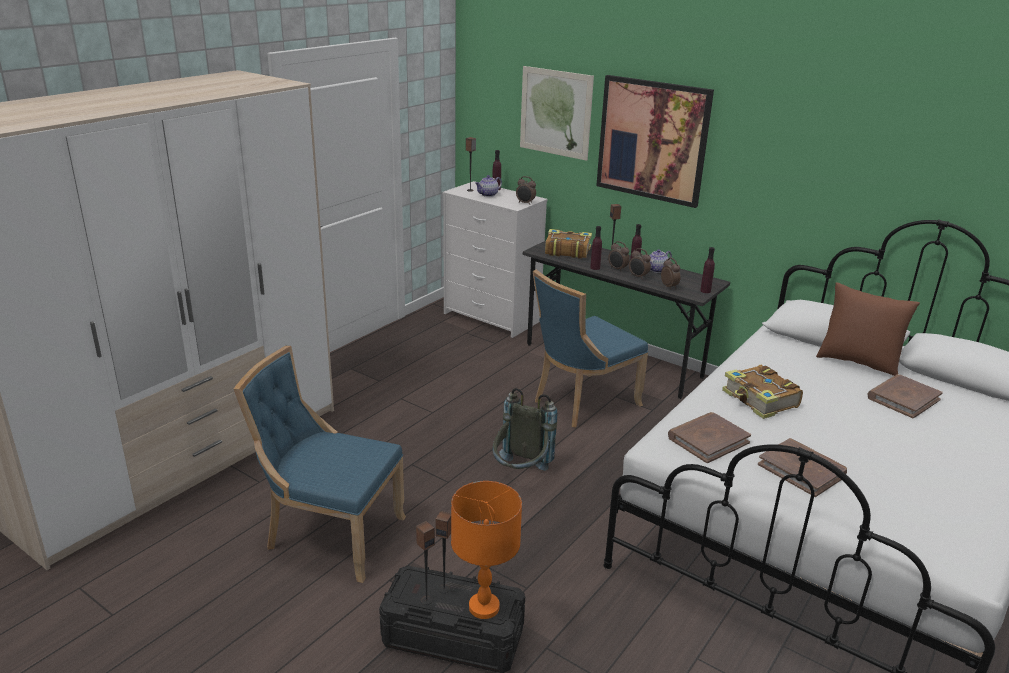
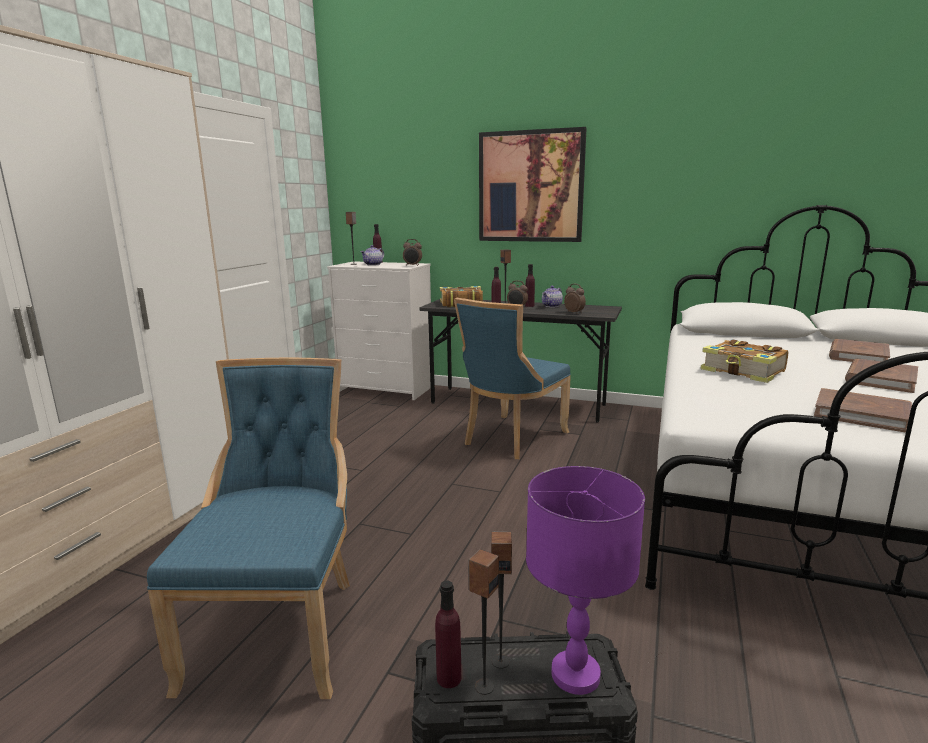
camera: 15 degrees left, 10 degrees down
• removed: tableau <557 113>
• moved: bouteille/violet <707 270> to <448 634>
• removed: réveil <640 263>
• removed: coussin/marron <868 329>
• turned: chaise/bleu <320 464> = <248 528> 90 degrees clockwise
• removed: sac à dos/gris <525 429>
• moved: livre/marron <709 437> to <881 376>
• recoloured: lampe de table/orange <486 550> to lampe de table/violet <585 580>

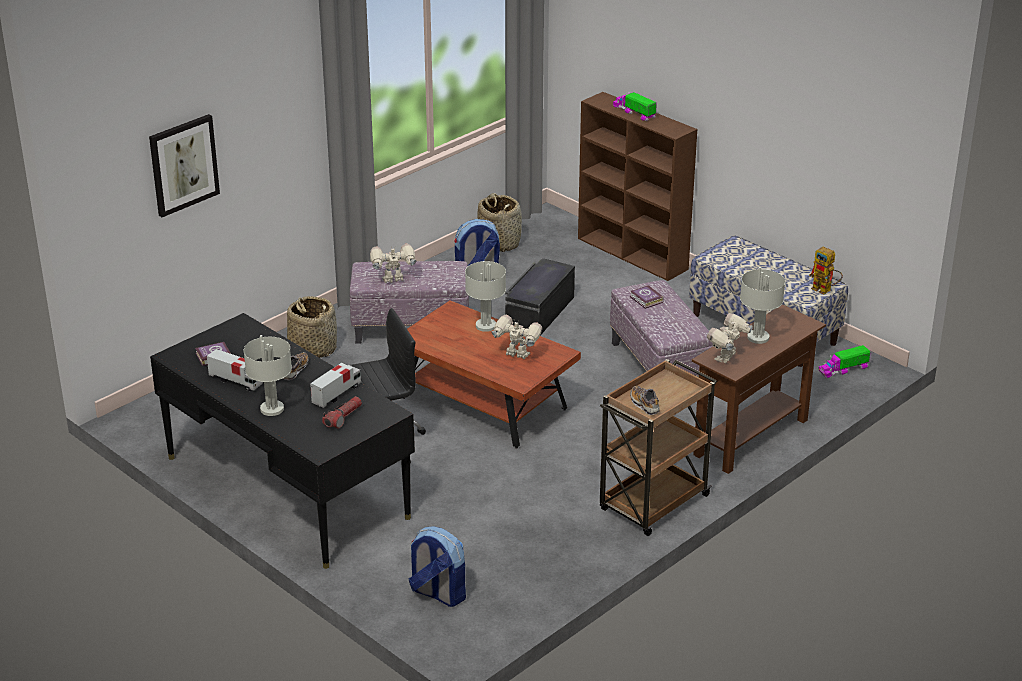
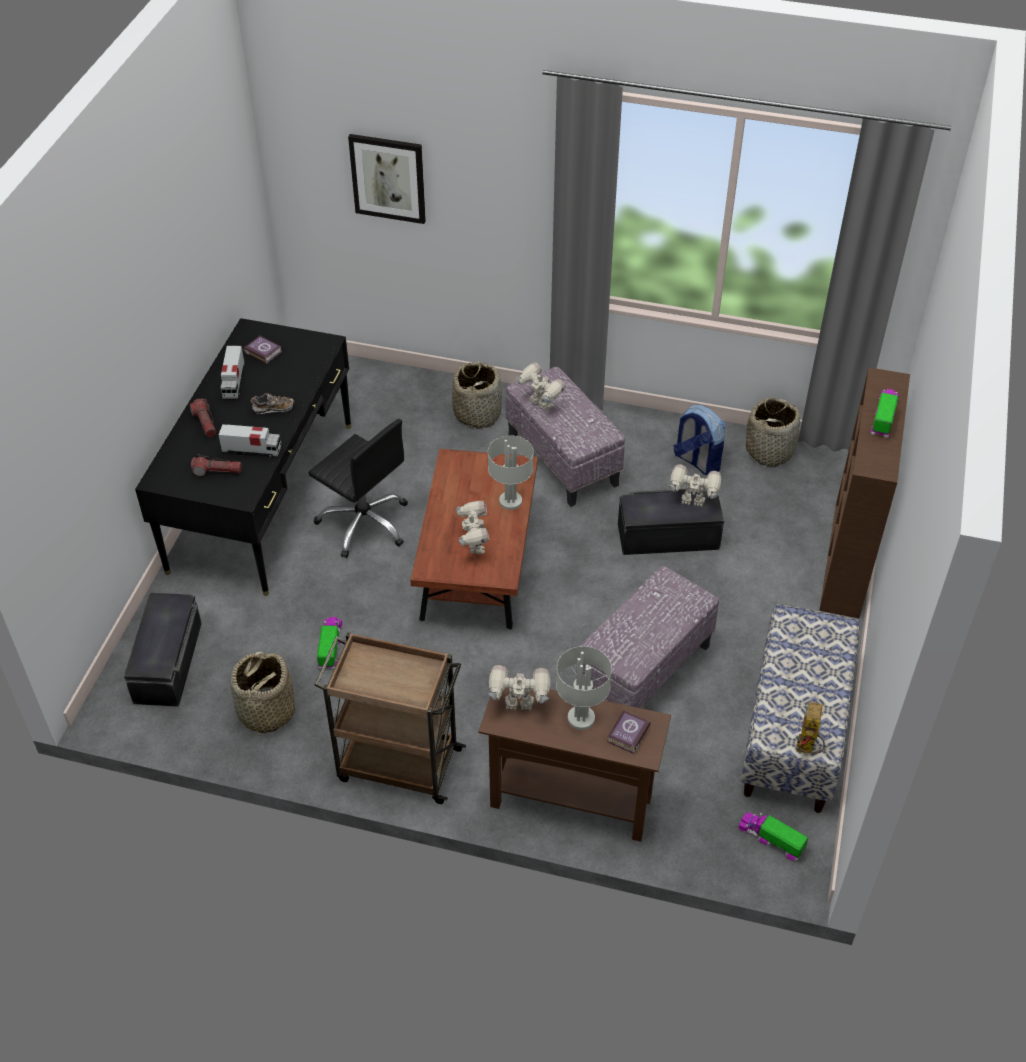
camera: 60 degrees right, 15 degrees up
• moved: livre <647 297> to <629 732>
• replaced: lampe de table/gris <268 375> to lampe de poche <202 417>
• removed: chaussure <645 400>
• replaced: sac à dos <437 566> to boîte de rangement/noir <163 650>
• added: robot jouet <695 485>
• added: camion jouet <330 643>
• added: panier <262 694>

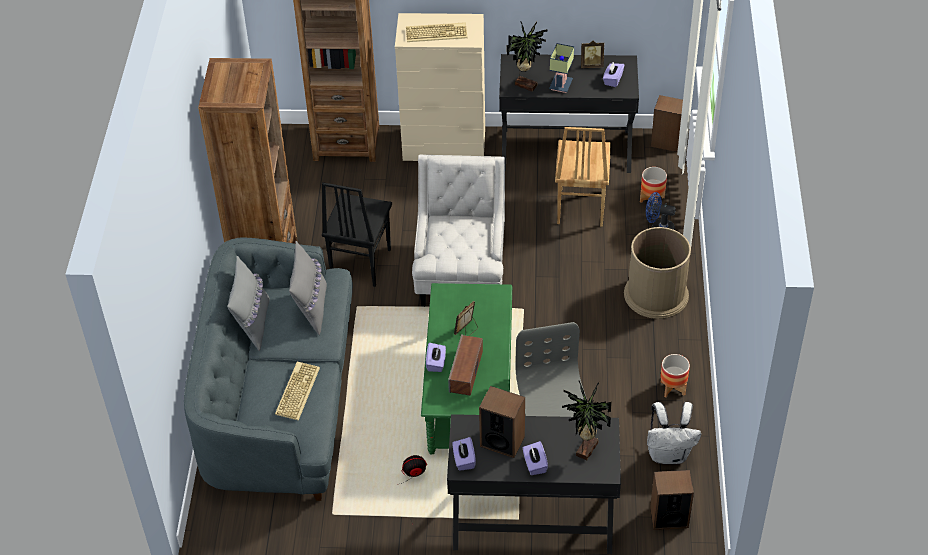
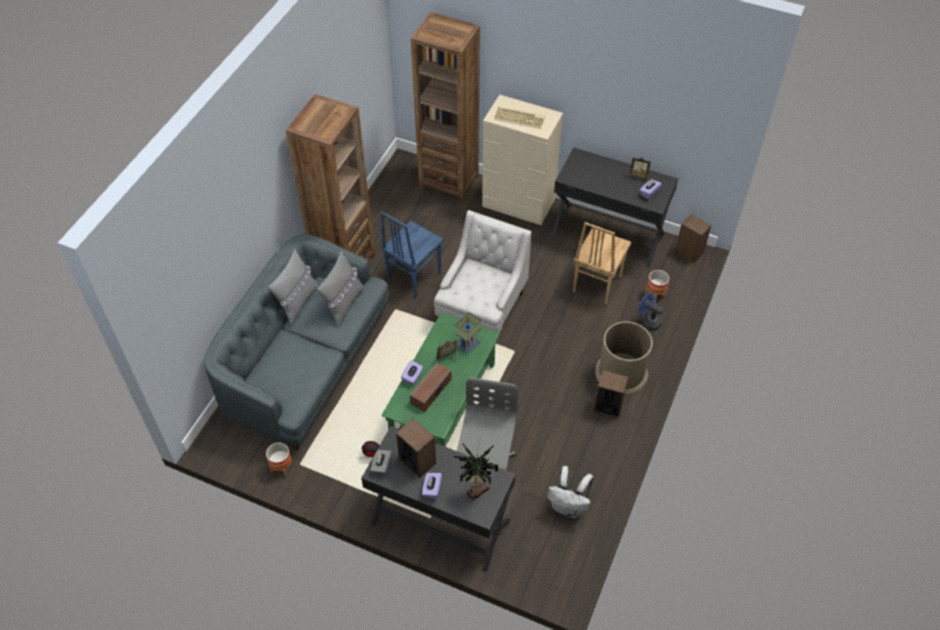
camera: 20 degrees right, 5 degrees up
• removed: plante en pot <527 57>
• moved: lampe de table <561 68> to <468 333>
• recoloured: chaise/noir <357 234> to chaise/bleu <412 255>
• moved: cache-pot <675 376> to <279 460>
• removed: clavier <297 391>
• recoloured: boîte à mouchoirs/violet <464 454> to boîte à mouchoirs/gris <381 463>
• moved: enceinte <672 500> to <611 394>

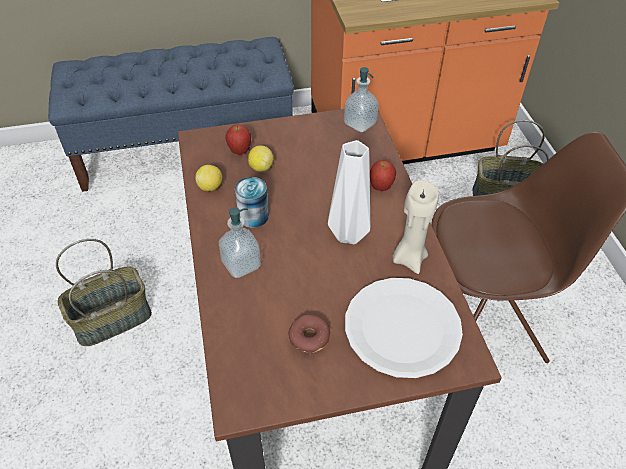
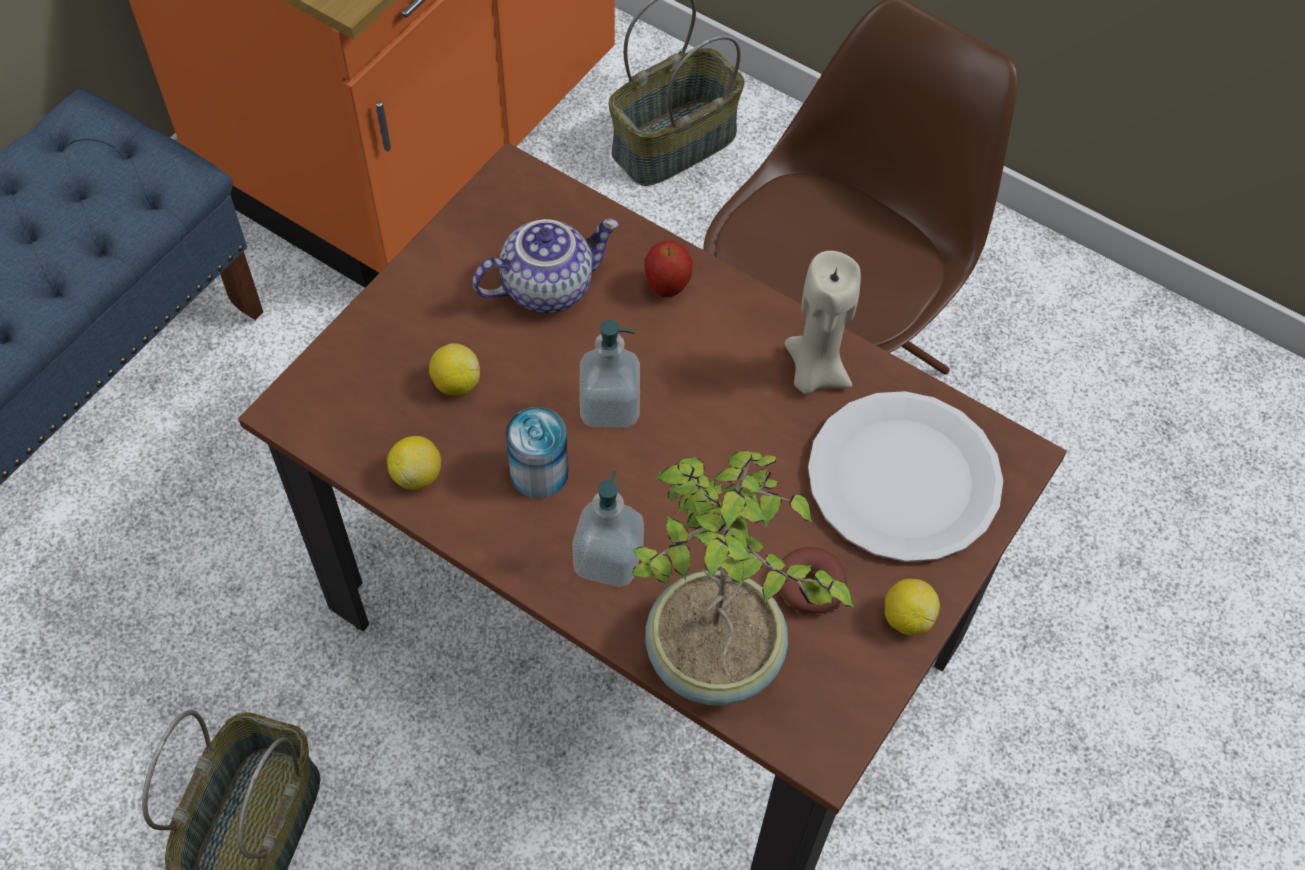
camera: 45 degrees left, 10 degrees up
• moved: distributeur de savon <361 100> to <609 373>
• removed: pomme <238 140>
• removed: vase/blanc <349 192>
• added: théière <545 265>
• added: plante en pot <742 578>
• added: citron <912 607>

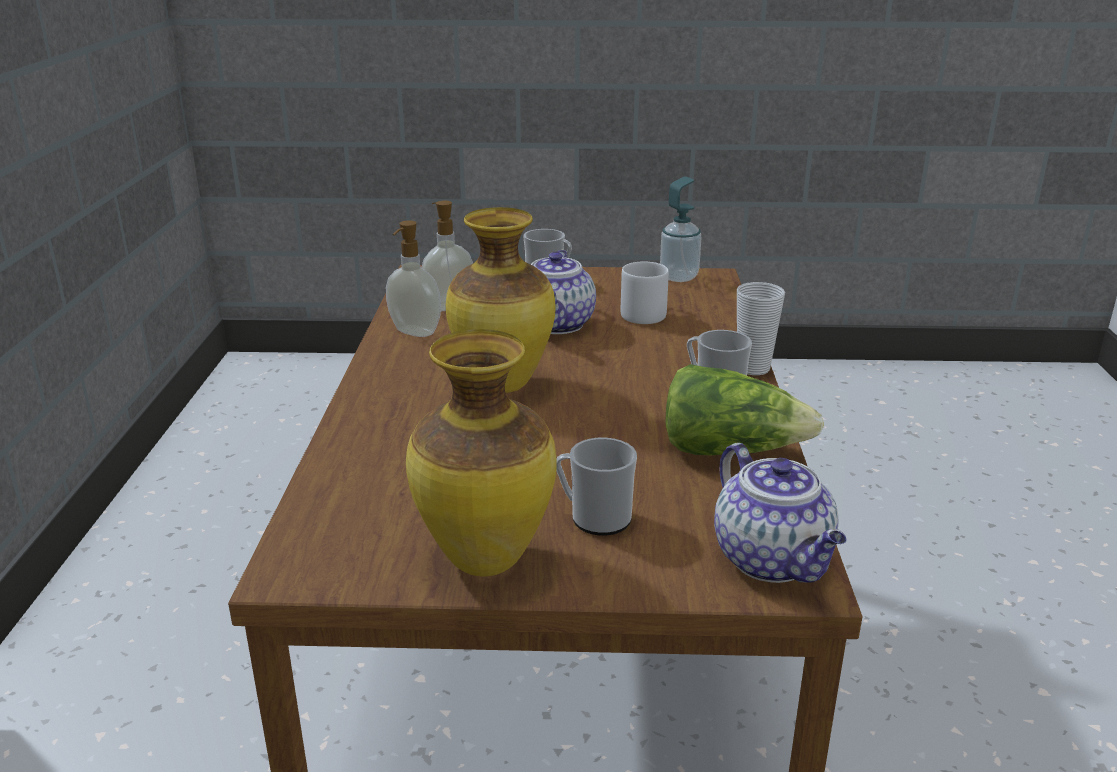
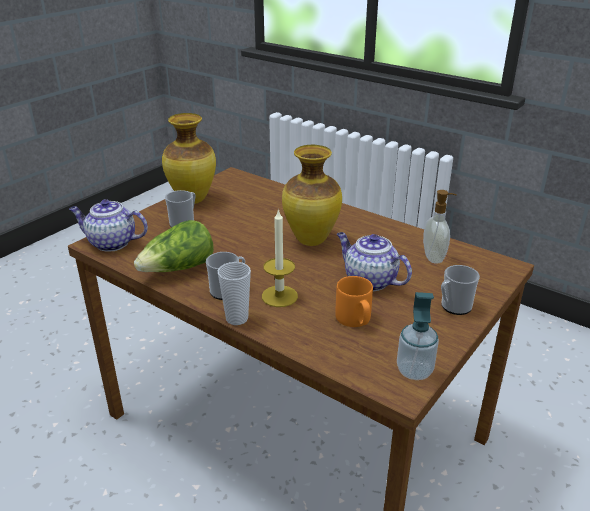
camera: 125 degrees right, 5 degrees up
• removed: distributeur de savon <413 279>
• recoloured: mug/gris <645 293> to mug/orange <354 301>
• added: bougie <280 258>

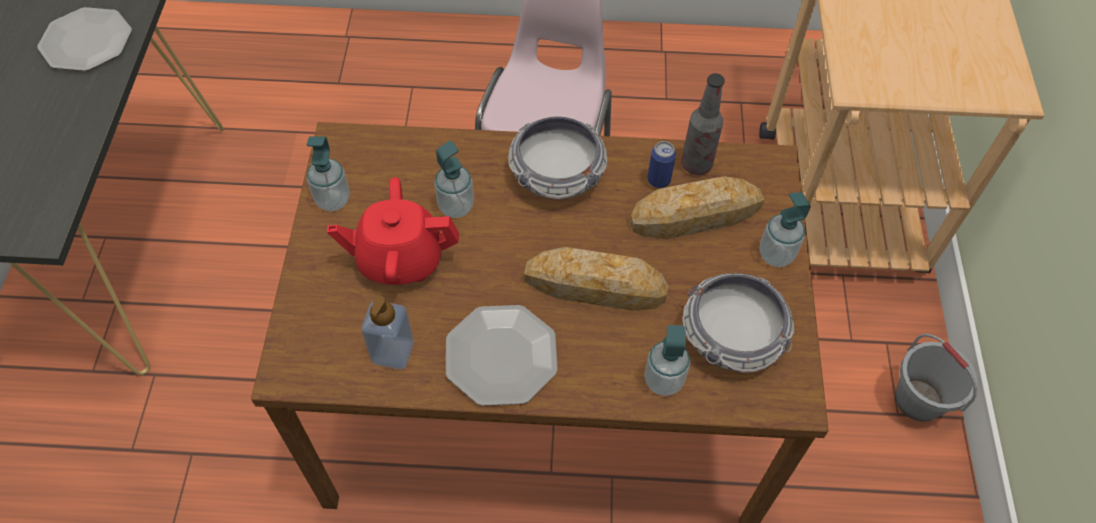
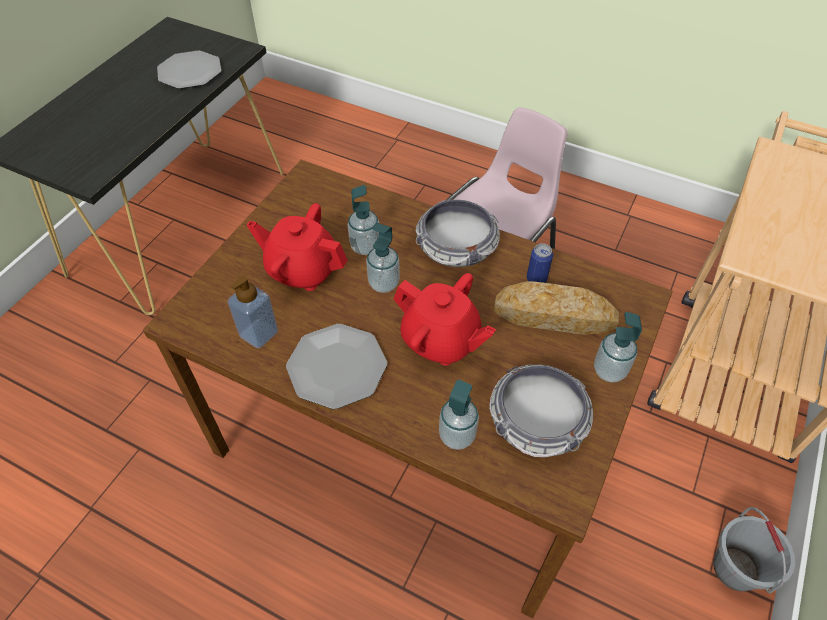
camera: 25 degrees right, 5 degrees down
• removed: bouteille <703 124>
• moved: distributeur de savon <328 173> to <383 258>
• replaced: pain <596 279> to théière/rouge <444 319>

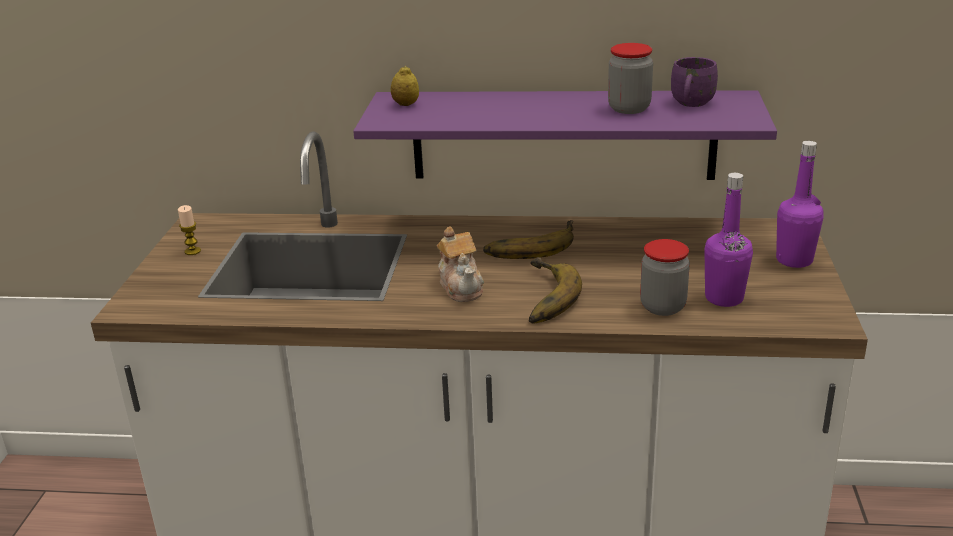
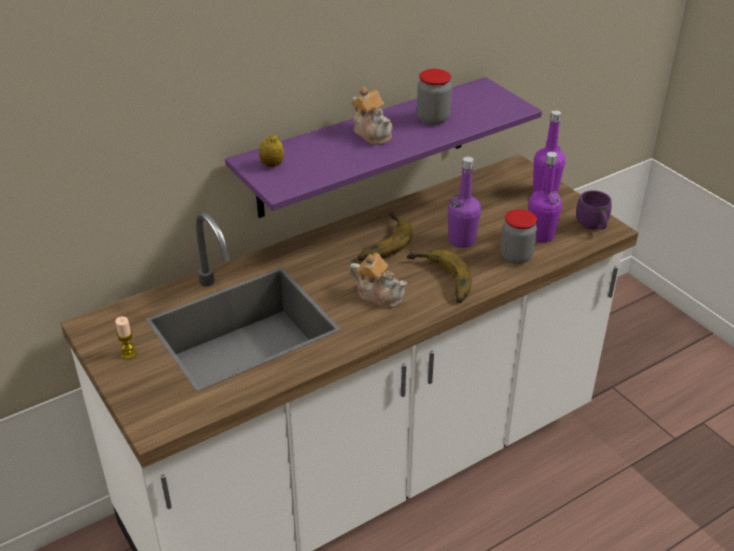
camera: 40 degrees left, 10 degrees up
• moved: mug/violet <694 82> to <594 210>
• added: théière <372 115>
• added: bouteille/violet <464 202>

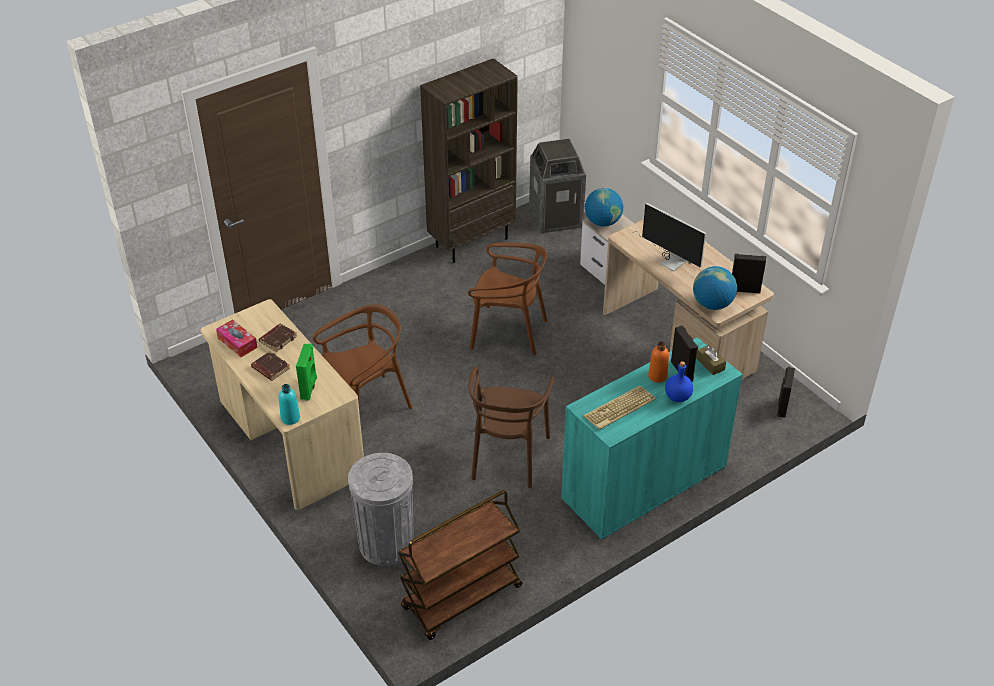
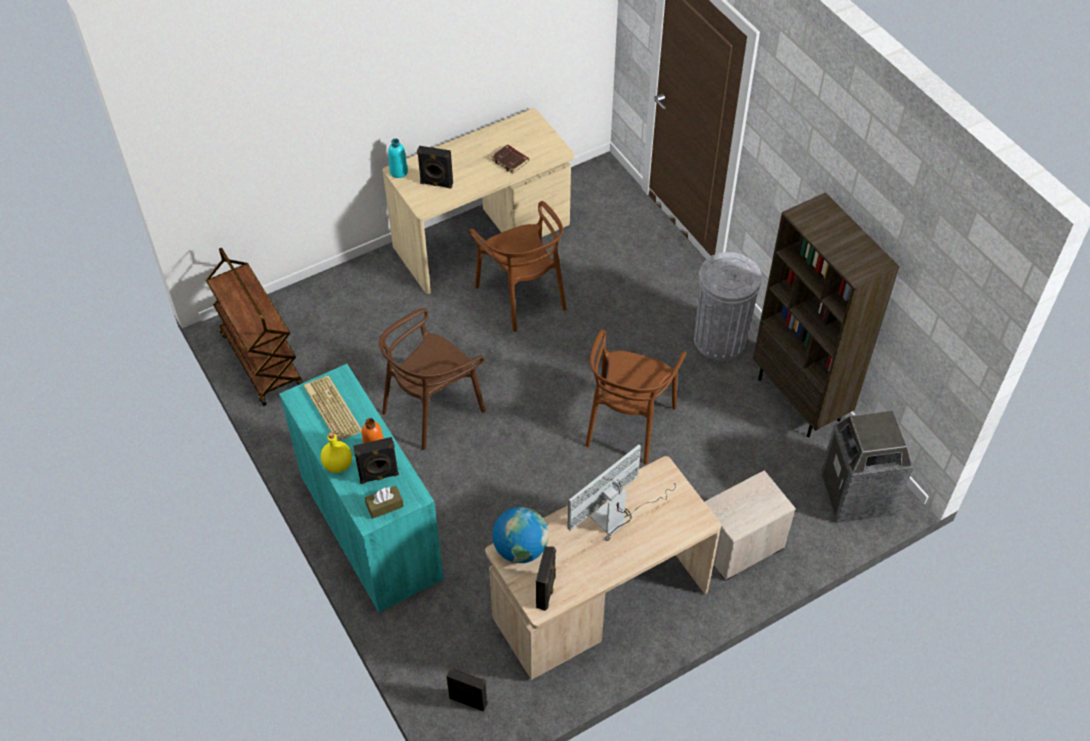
camera: 95 degrees right, 10 degrees up
• removed: globe <604 207>
• removed: boîte à mouchoirs <236 338>
• recoloured: enceinte/vert <306 372> to enceinte/noir <435 167>
• removed: livre/marron <270 366>
• recoloured: bouteille/bleu <679 381> to bouteille/jaune <336 452>
• turned: chaise/marron <511 427> = <432 379> 60 degrees counterclockwise
• moved: poubelle/gris <381 509> to <728 306>

